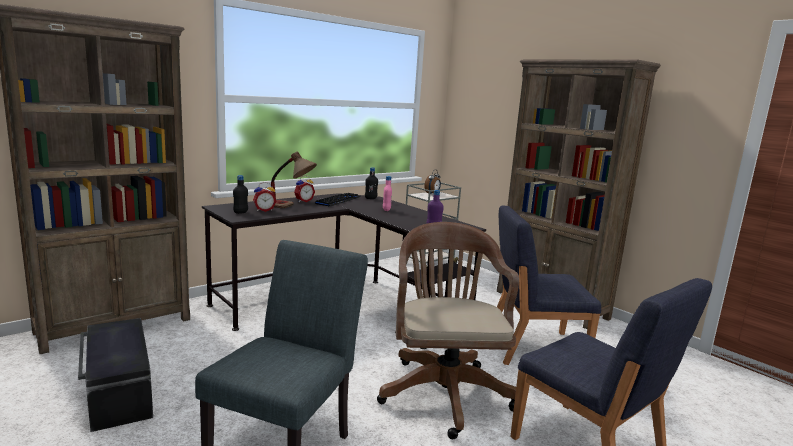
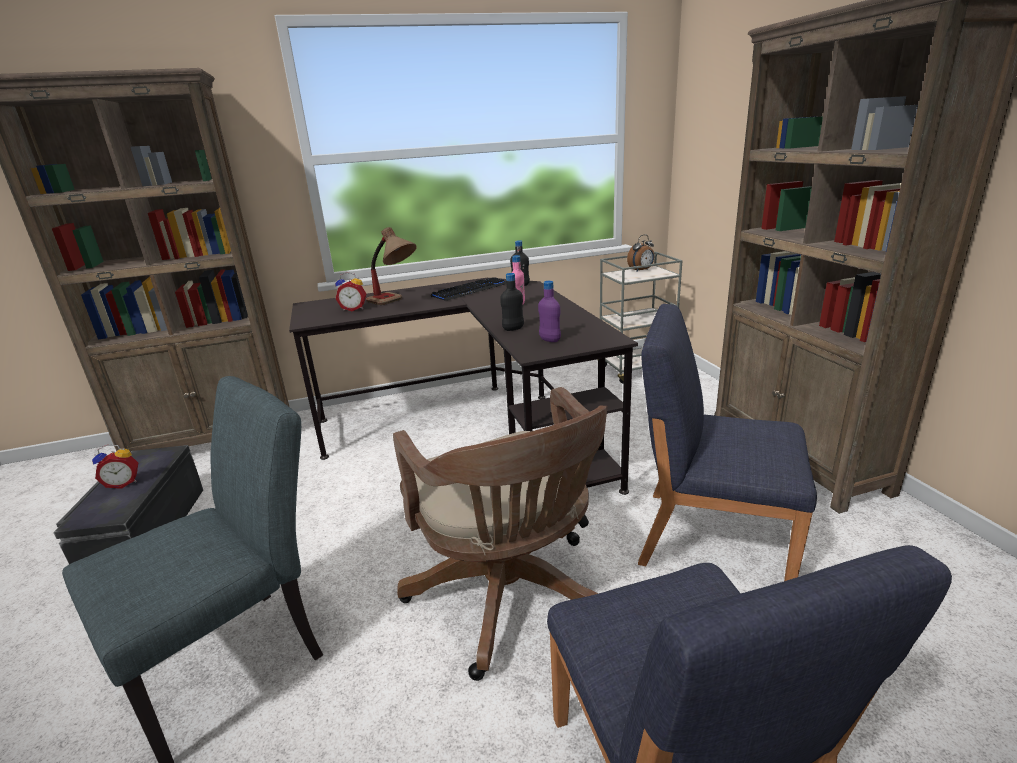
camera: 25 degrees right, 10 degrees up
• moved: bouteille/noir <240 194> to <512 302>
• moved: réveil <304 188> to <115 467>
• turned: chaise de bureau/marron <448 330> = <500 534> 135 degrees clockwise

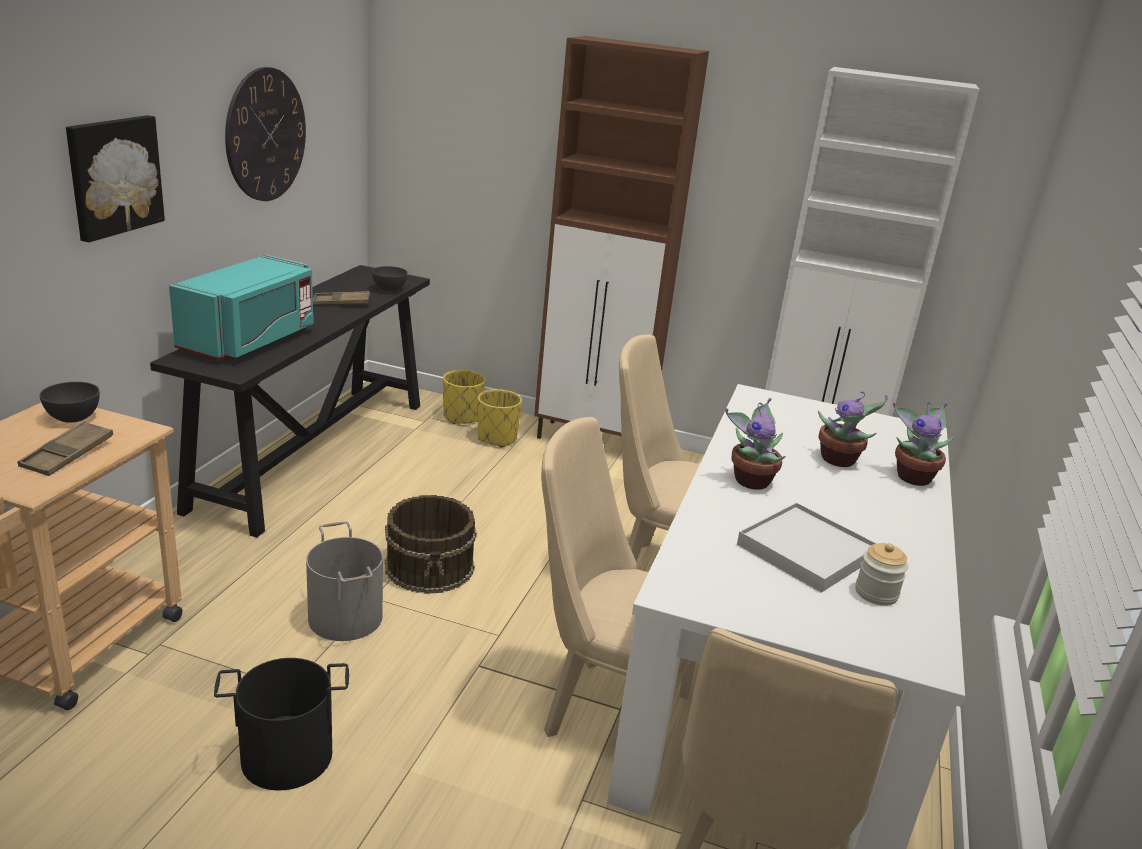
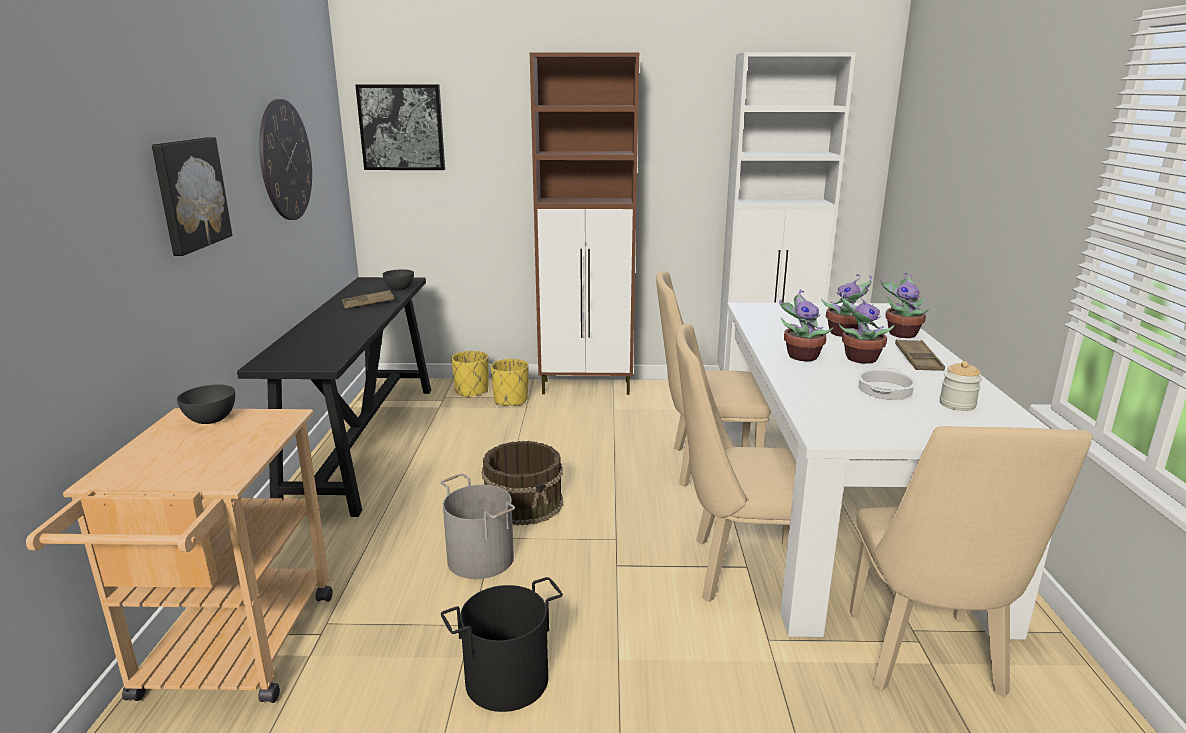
camera: 15 degrees left, 5 degrees down
• removed: micro-ondes/turquoise <241 307>
• moved: plateau/marron <65 448> to <920 355>
• replaced: plateau/blanc <807 547> to marmite <887 383>
• added: tableau <400 127>
• added: plante en pot <867 328>

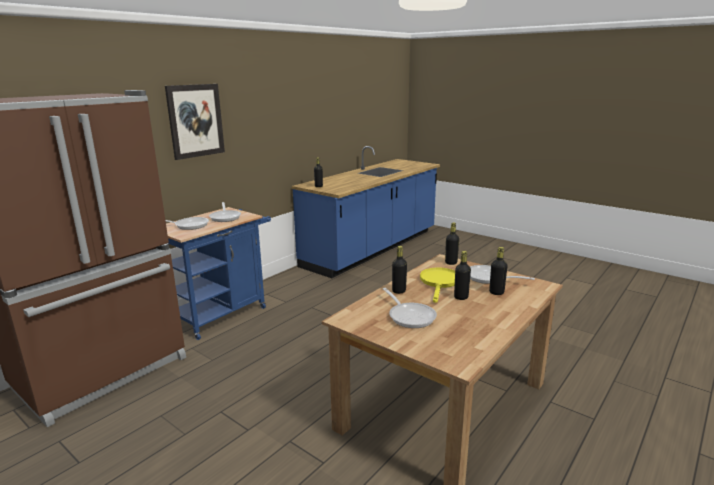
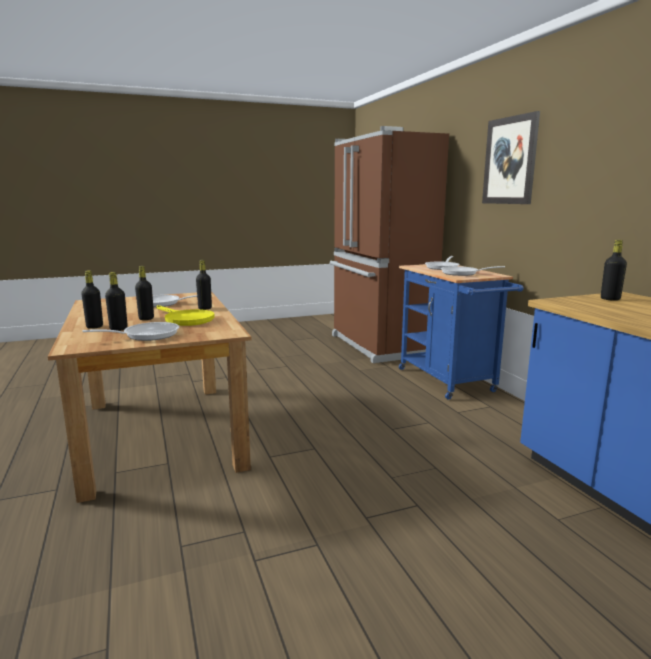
camera: 120 degrees right, 5 degrees down
• moved: bouteille/noir <452 244> to <92 299>

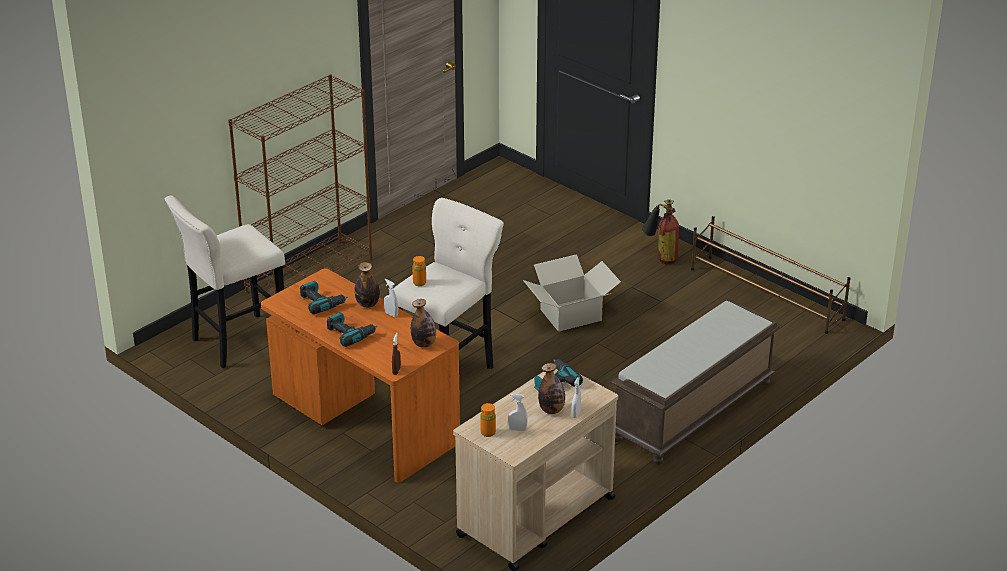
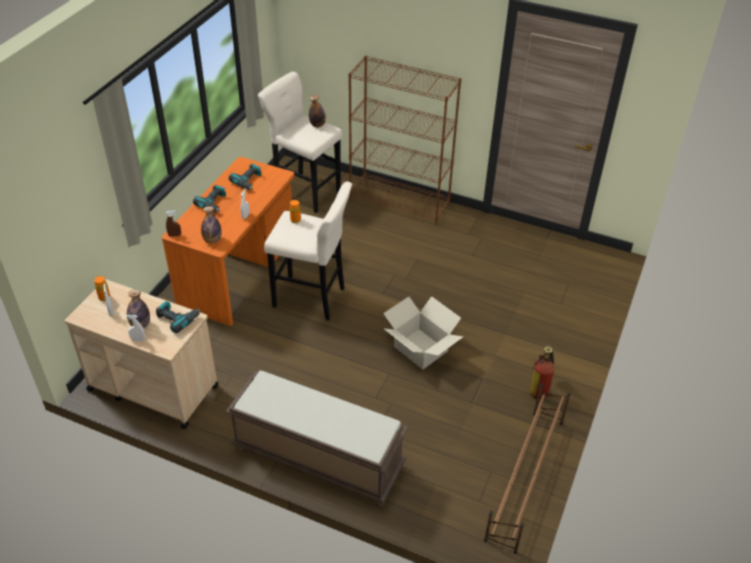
camera: 70 degrees right, 10 degrees up
• moved: bouteille <367 285> to <317 111>

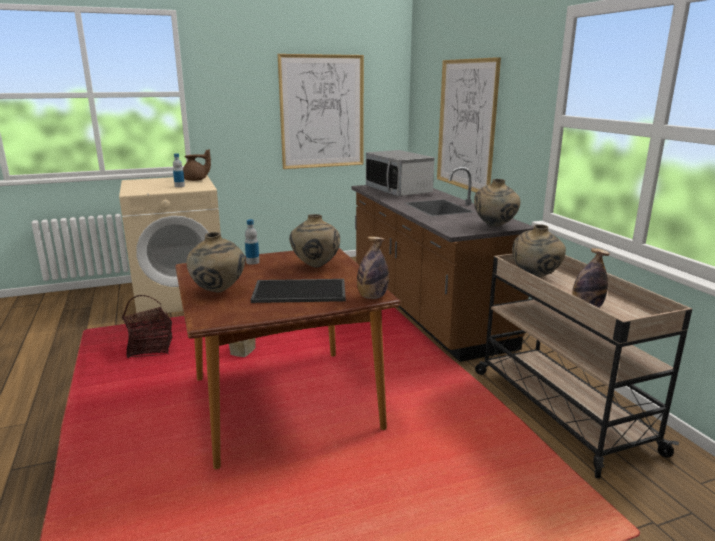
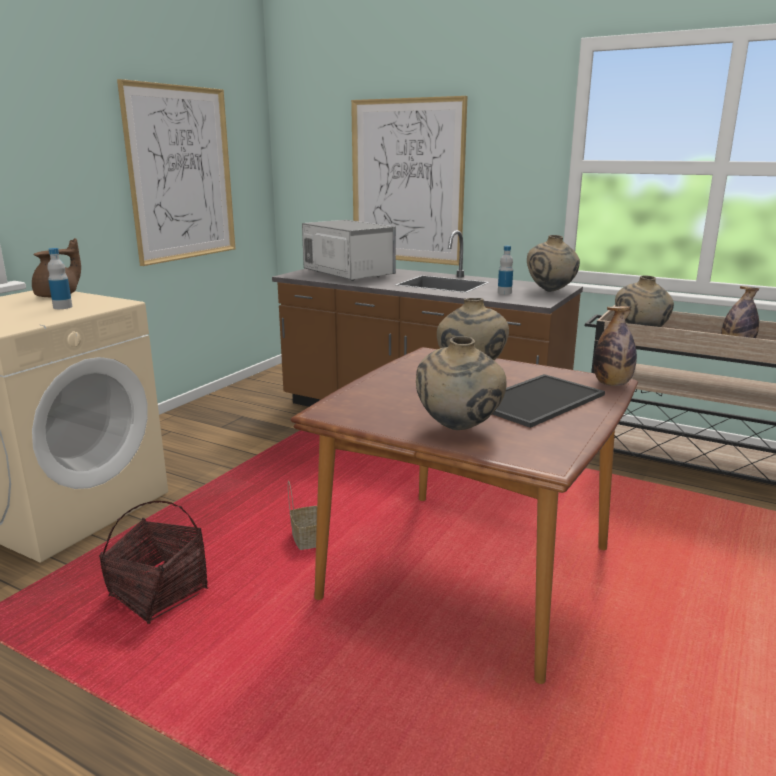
camera: 40 degrees left, 0 degrees up
• turned: micro-ondes <400 173> = <349 250> 150 degrees counterclockwise
• moved: bouteille <252 241> to <505 270>

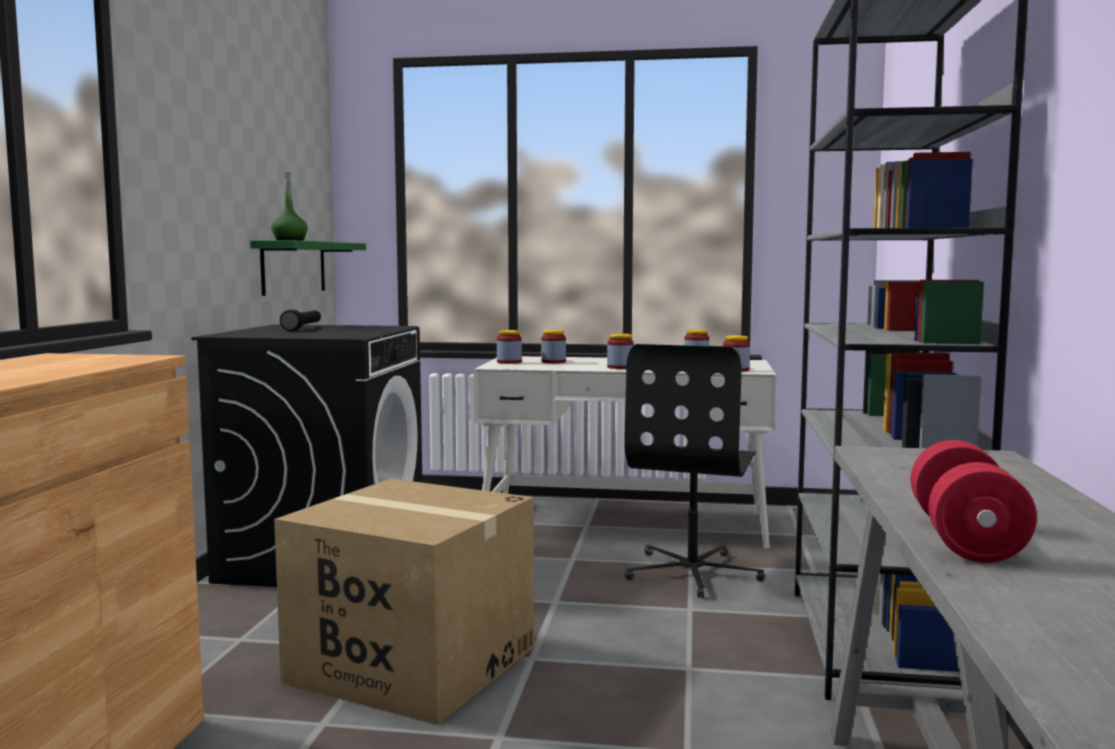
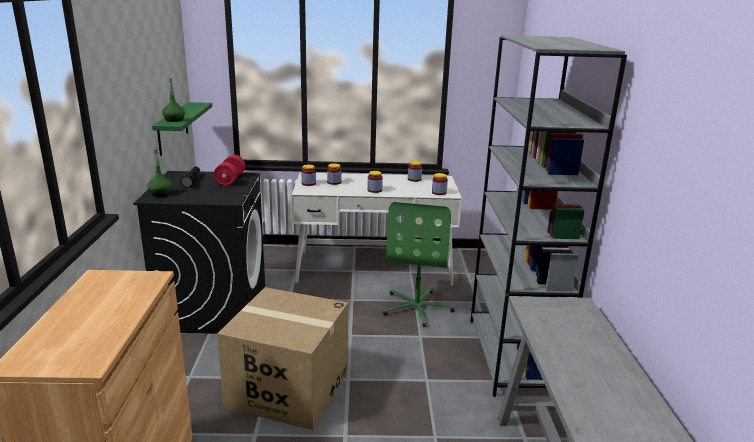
camera: 10 degrees left, 15 degrees up
• recoloured: chaise de bureau/noir <694 471> to chaise de bureau/vert <419 264>
• moved: haltère/rouge <974 501> to <229 170>
• added: bouteille/vert <159 173>

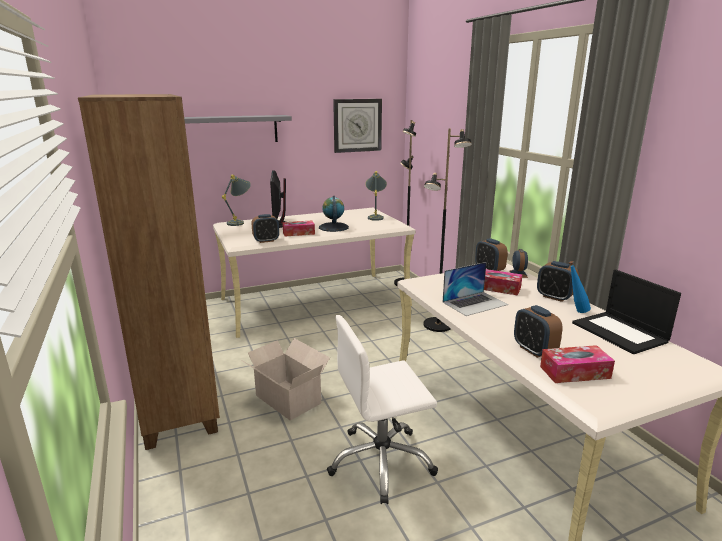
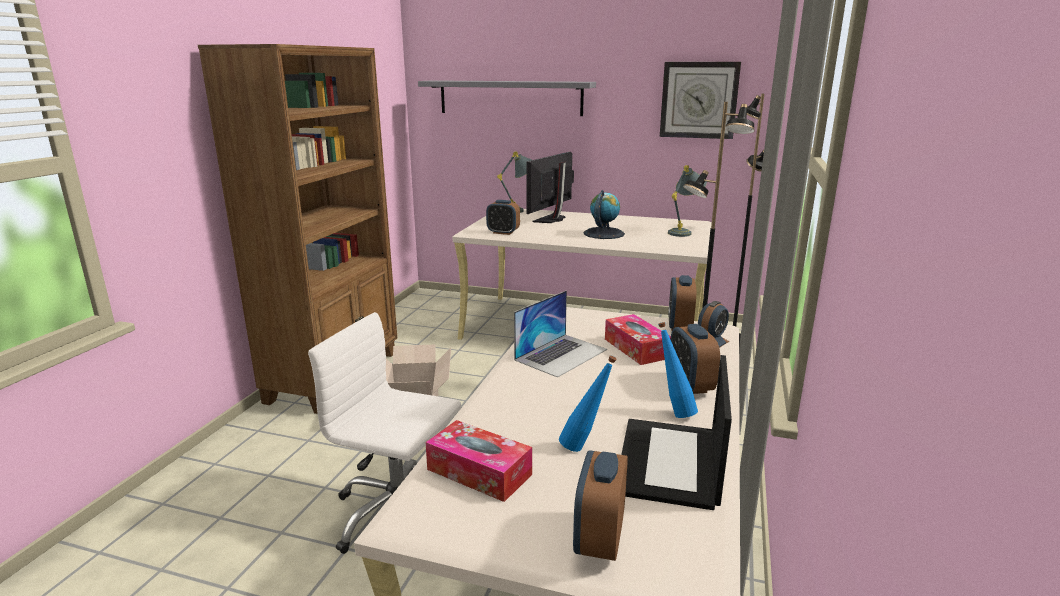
camera: 40 degrees right, 0 degrees up
• removed: boîte à mouchoirs <298 228>
• turned: ordinateur portable <475 289> = <560 334> 60 degrees counterclockwise
• moved: réveil <538 331> to <600 505>
• added: bouteille/bleu <588 403>

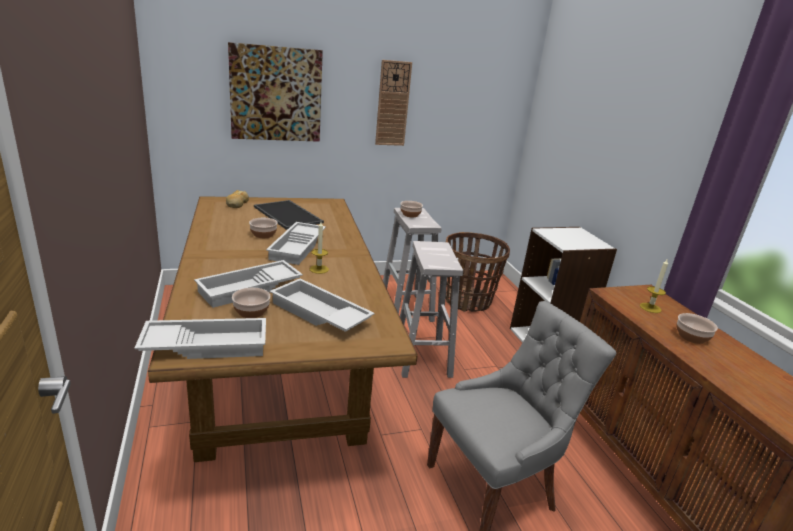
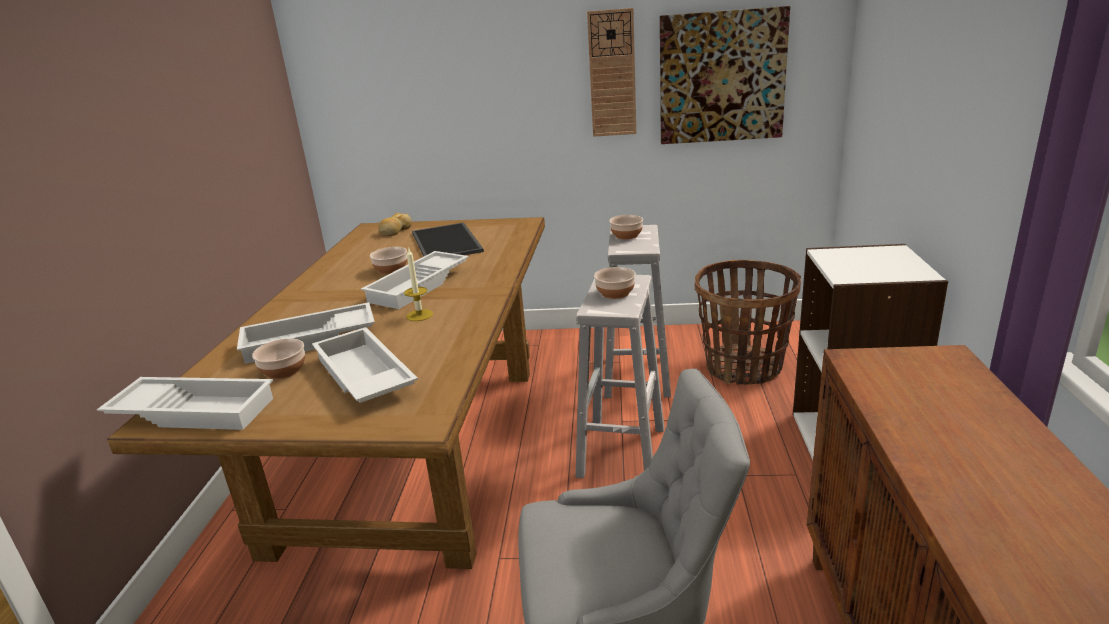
camera: 25 degrees right, 0 degrees up
• moved: tableau <275 92> to <725 75>
• removed: bougie <654 285>
• moved: bol <697 328> to <615 283>

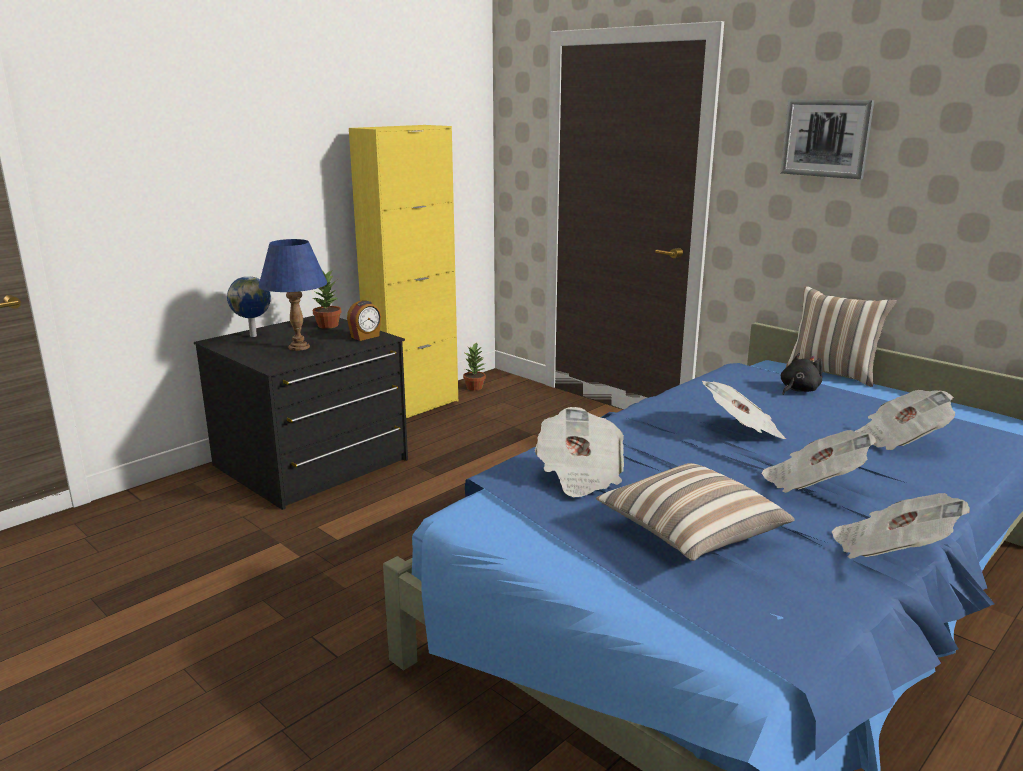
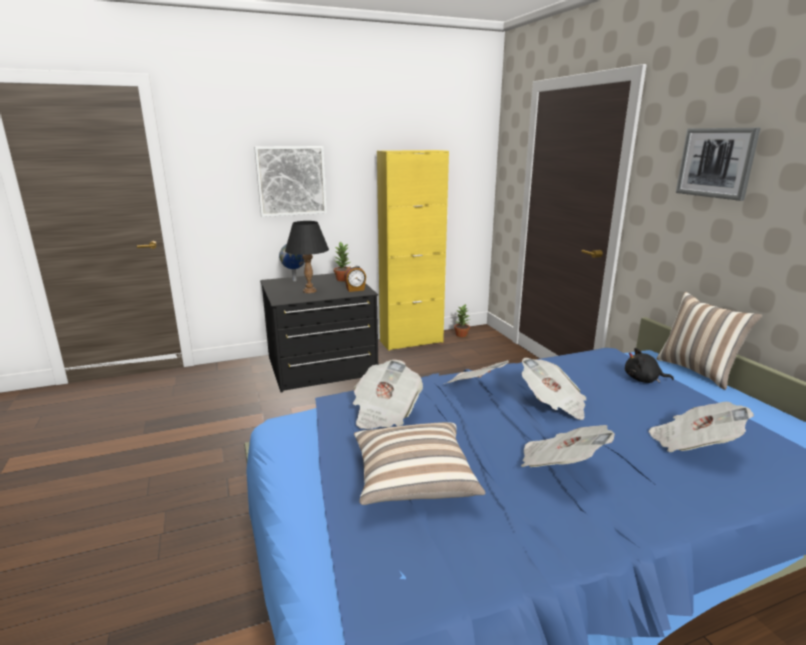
camera: 25 degrees right, 0 degrees up
• recoloured: lampe de table/bleu <292 295> to lampe de table/noir <307 257>
• turned: peluche/noir <802 374> = <649 365> 150 degrees counterclockwise
• moved: journal <901 526> to <476 372>
• added: tableau <290 181>

